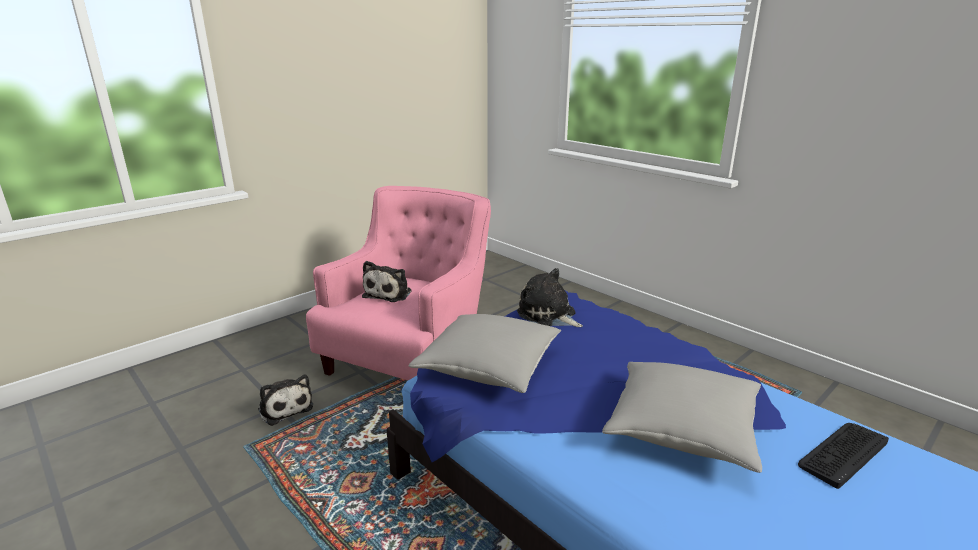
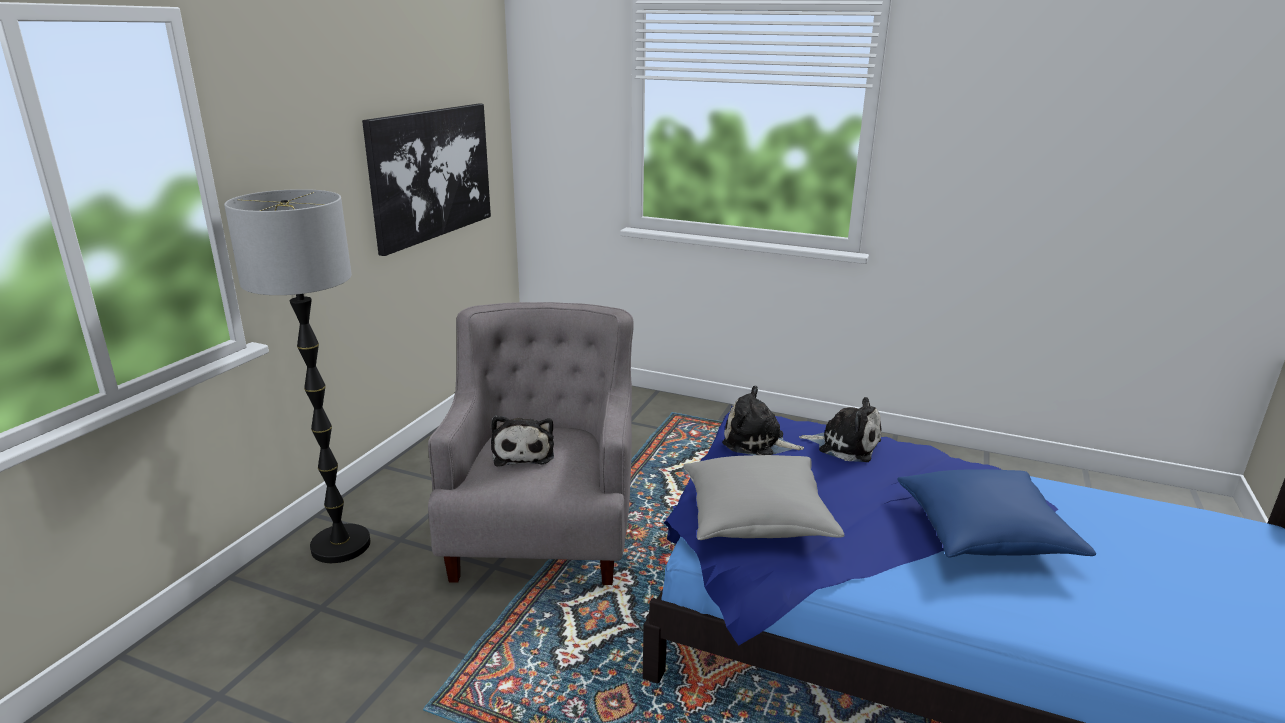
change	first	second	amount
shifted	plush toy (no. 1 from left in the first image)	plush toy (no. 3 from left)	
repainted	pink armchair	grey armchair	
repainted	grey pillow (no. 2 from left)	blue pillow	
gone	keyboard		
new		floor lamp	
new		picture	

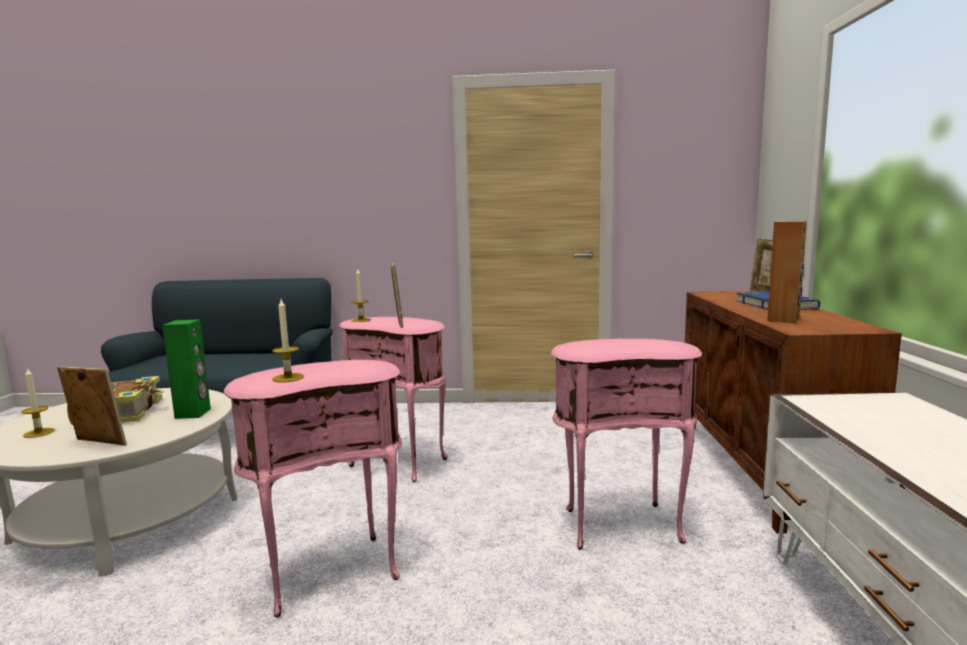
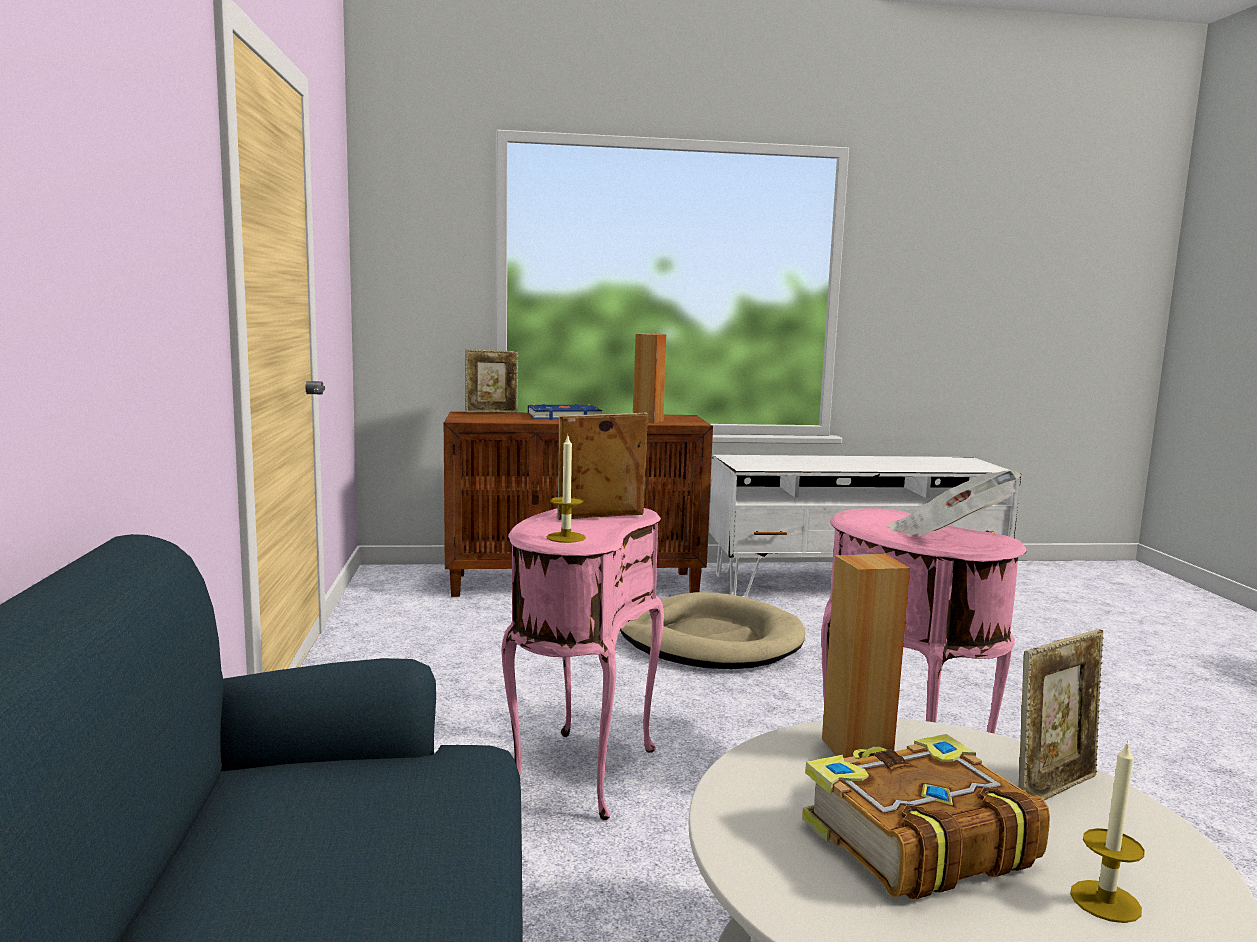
change	first	second	amount
rotated	picture frame (no. 1 from left in the first image)	picture frame (no. 3 from left)	135 degrees counterclockwise
repainted	green speaker	brown speaker (no. 2 from left)	
swapped	candle (no. 2 from left)	newspaper	
swapped	pink side table (no. 3 from left)	beige dog bed	

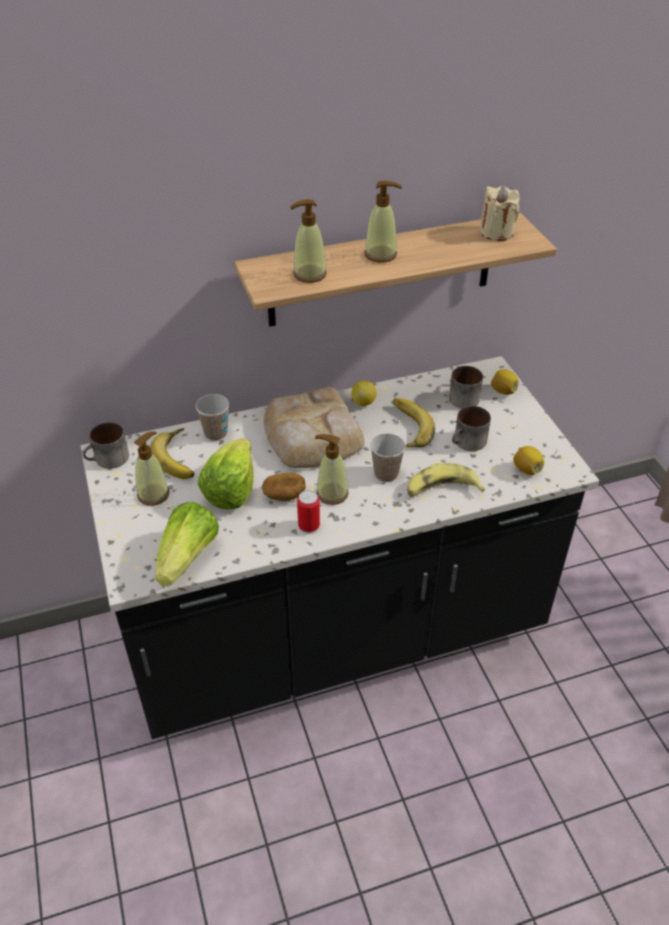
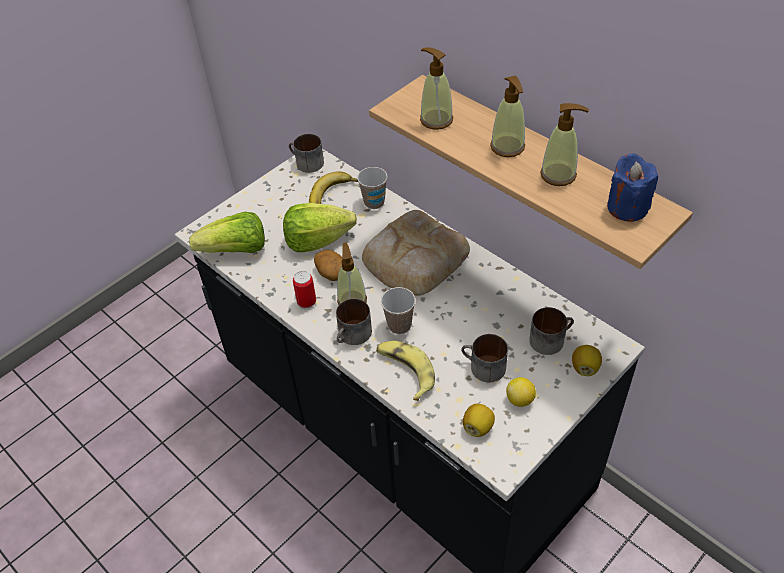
change	first	second	amount
shifted	soap dispenser (no. 1 from left in the first image)	soap dispenser (no. 4 from left)	
shifted	lemon (no. 1 from left in the first image)	lemon (no. 2 from left)	
gone	banana (no. 2 from left)		
repainted	beige candle	blue candle	
new		mug (no. 2 from left)	

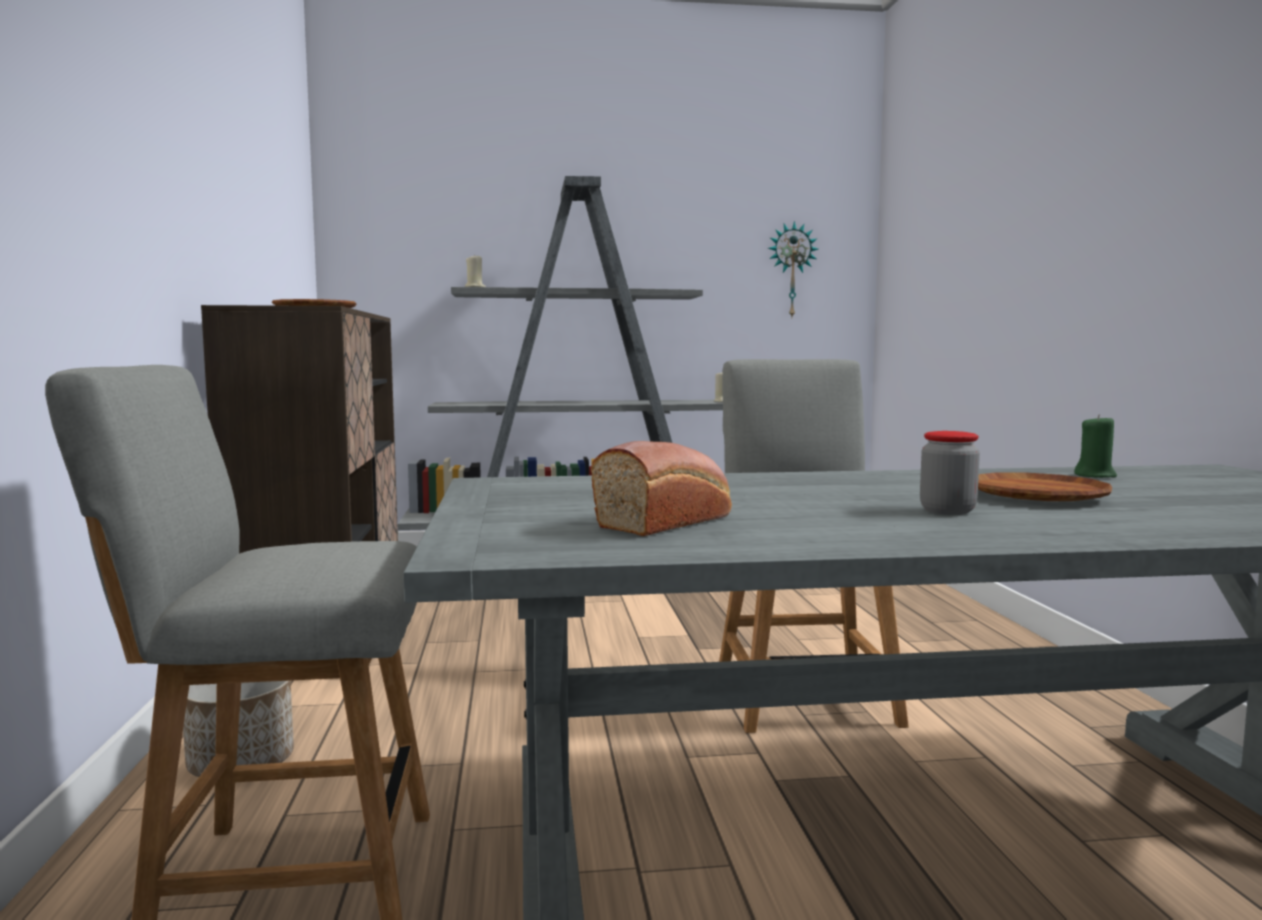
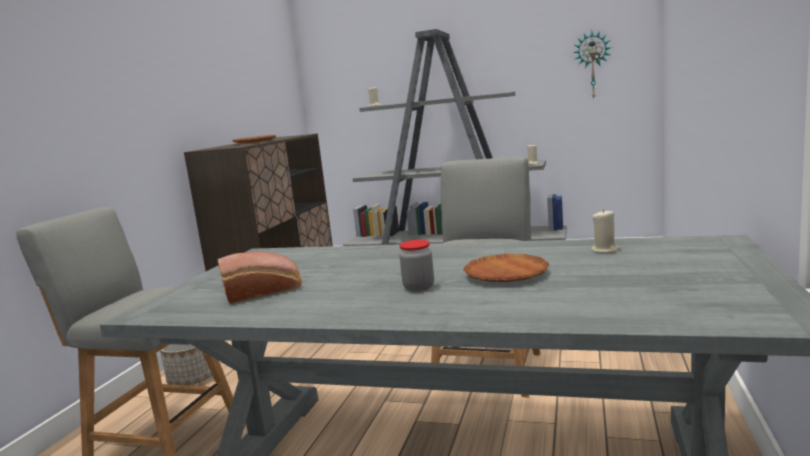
change	first	second	amount
repainted	green candle	beige candle (no. 3 from left)	

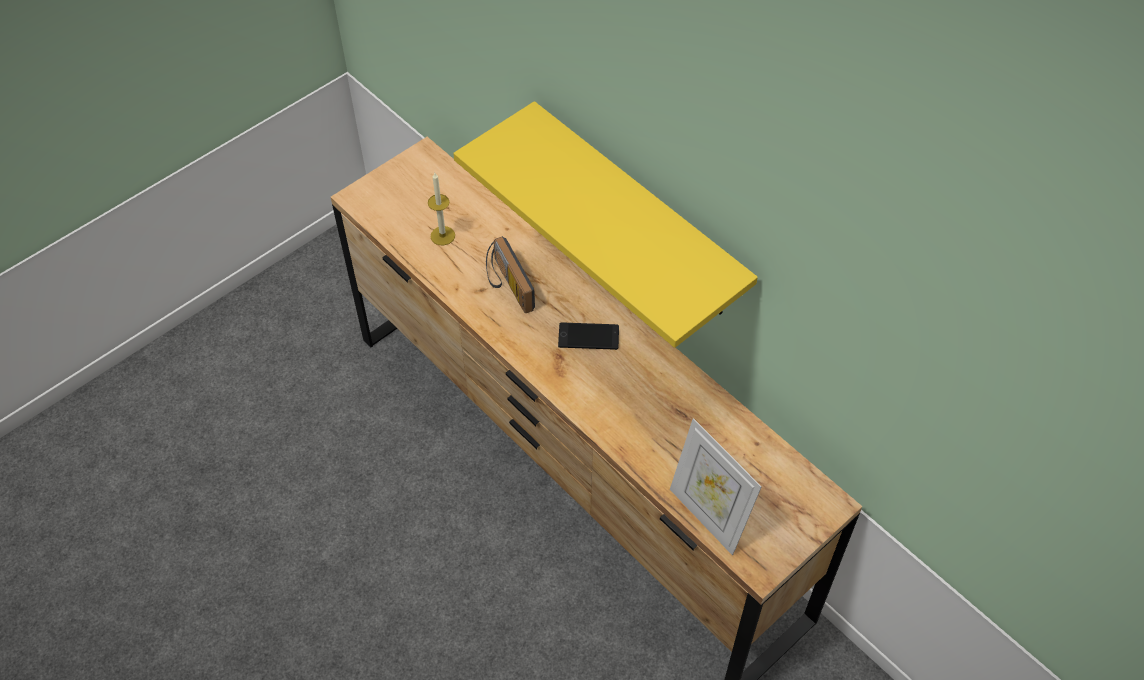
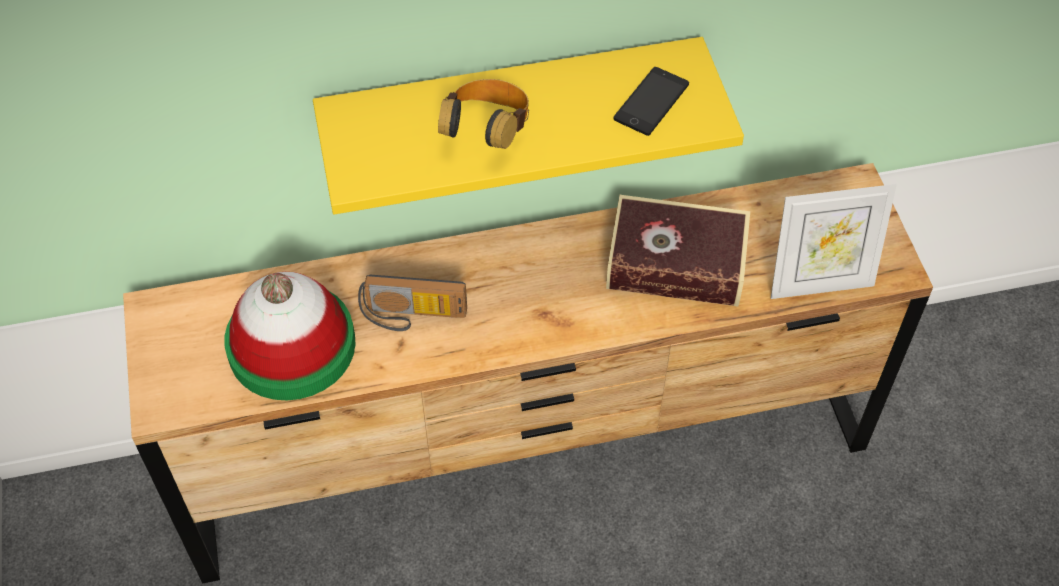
change	first	second	amount
swapped	candle	hat	
shifted	phone		
new		headphones	
new		book	

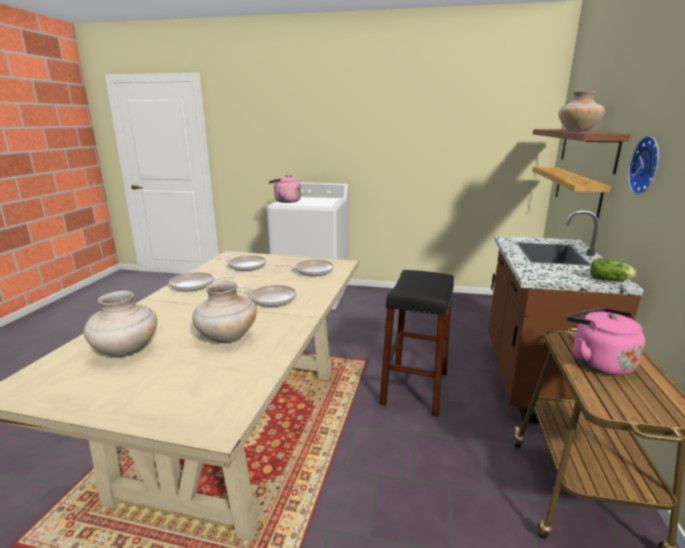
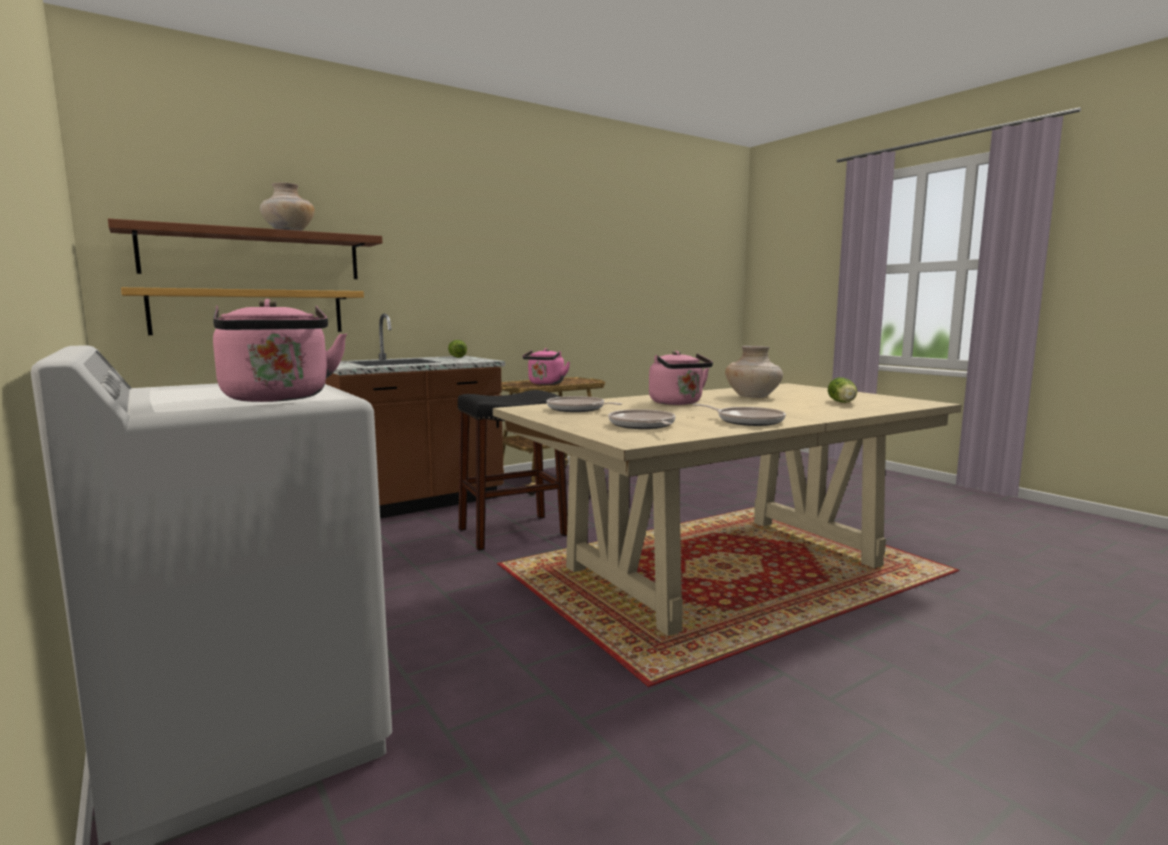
change	first	second	amount
swapped	beige vase (no. 1 from left)	lettuce (no. 2 from left)	
swapped	frying pan (no. 3 from left)	pink kettle (no. 3 from left)	
gone	wall clock		

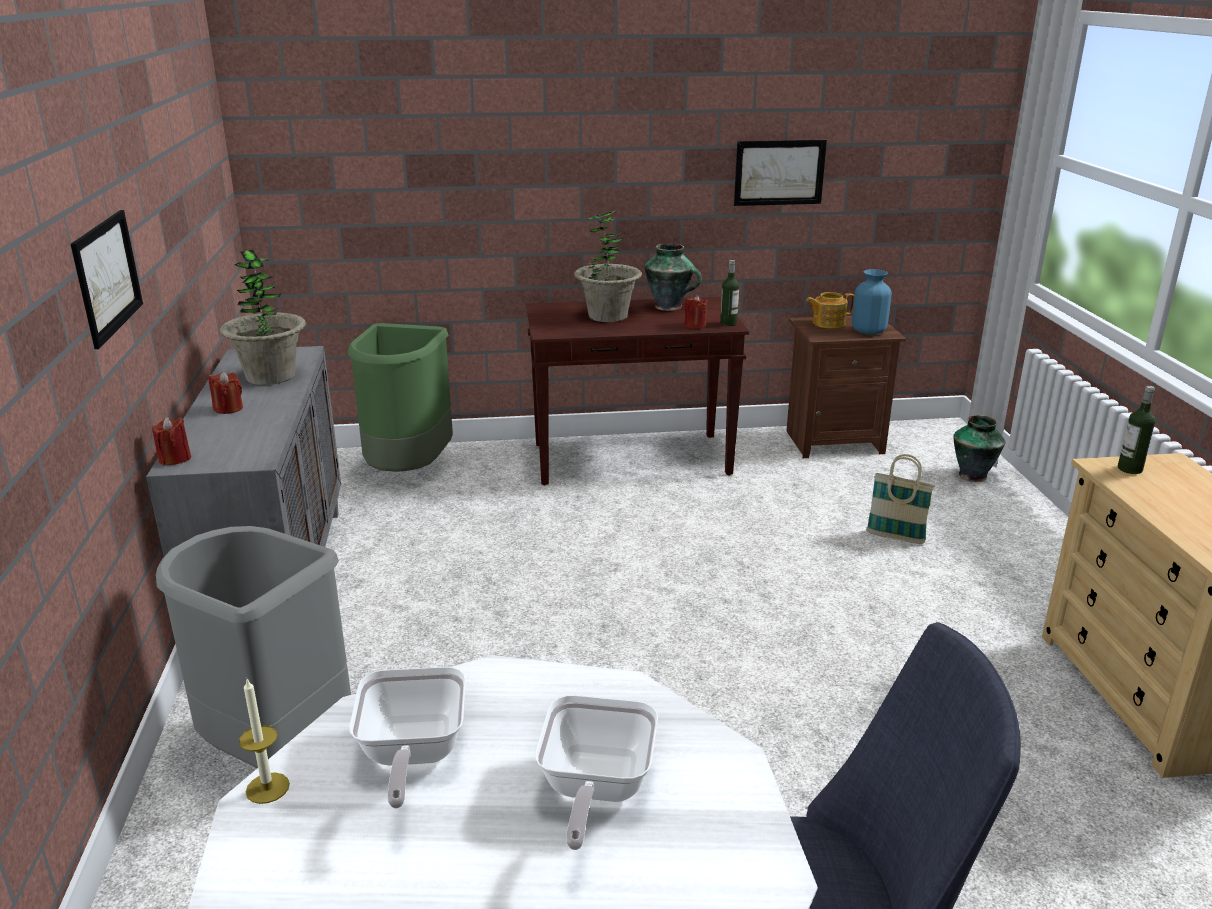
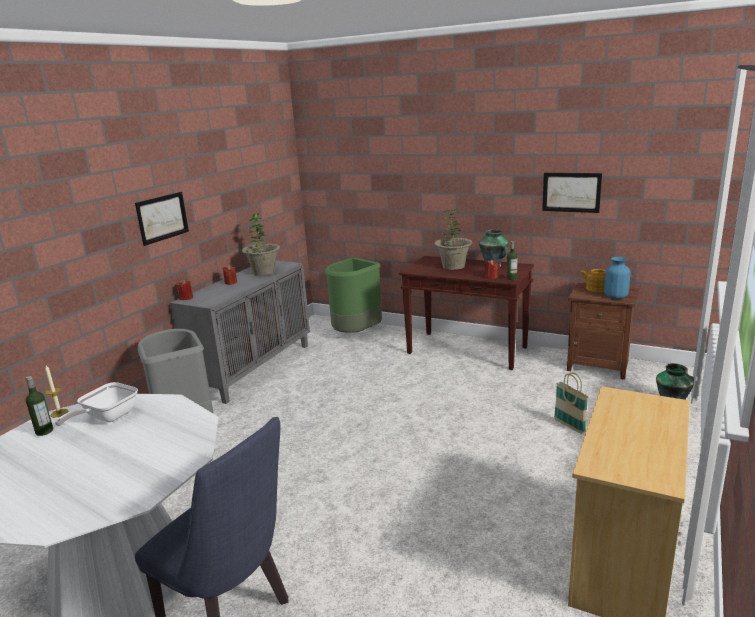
change	first	second	amount
gone	frying pan (no. 2 from left)		
shifted	bottle (no. 2 from left in the first image)	bottle (no. 1 from left)	

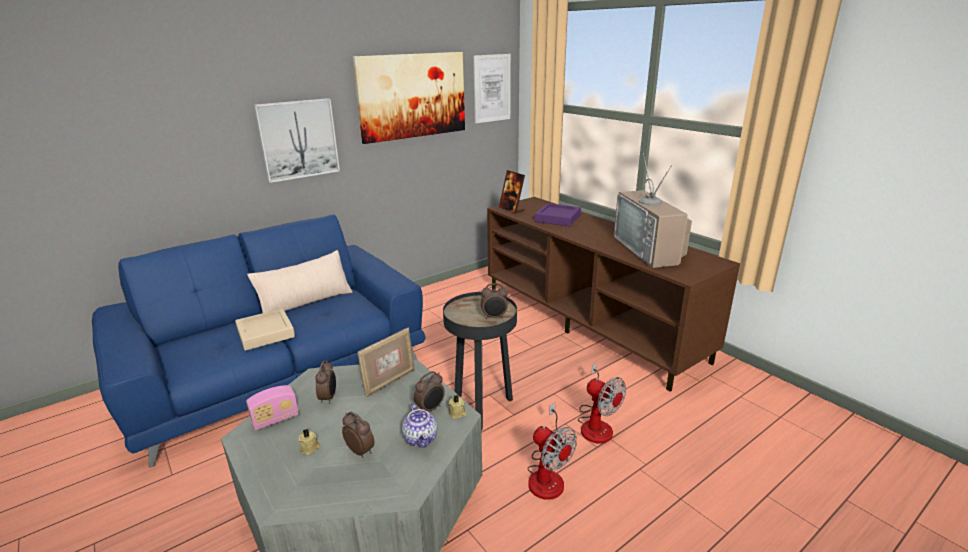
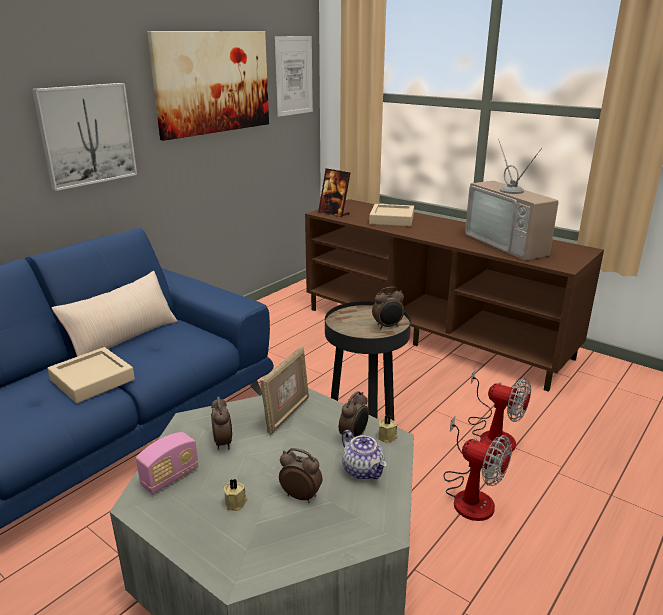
change	first	second	amount
repainted	purple tray	beige tray (no. 2 from left)	

